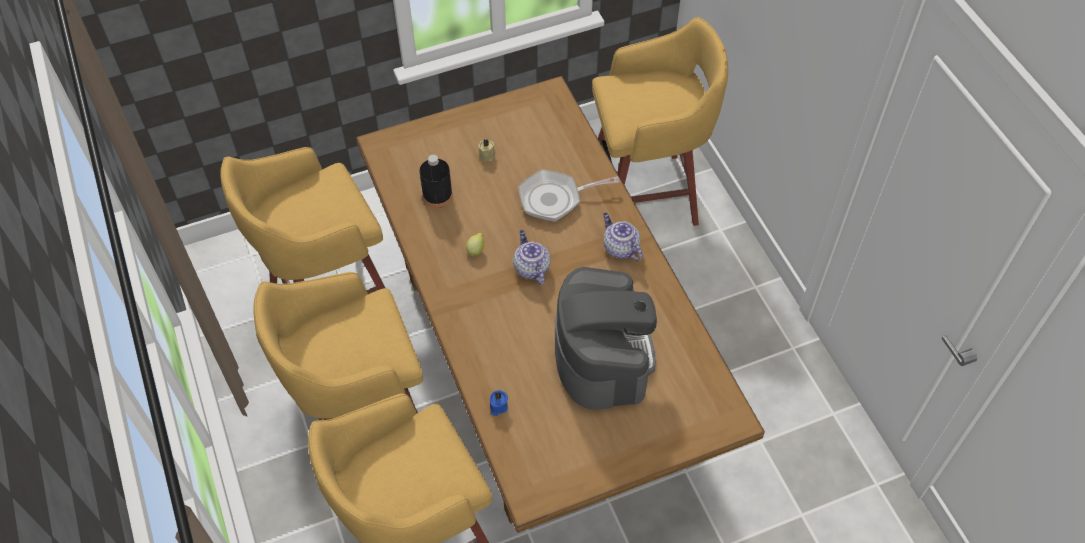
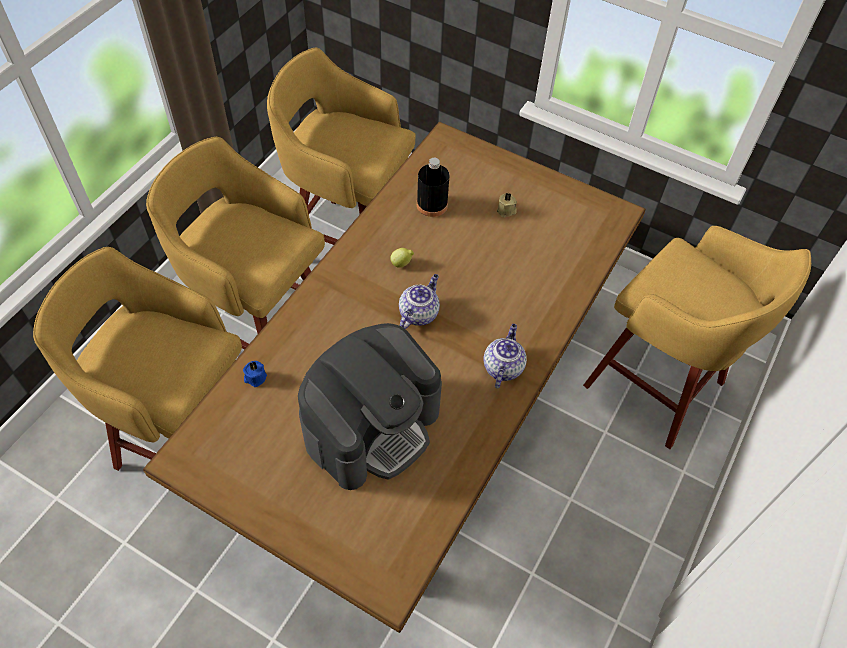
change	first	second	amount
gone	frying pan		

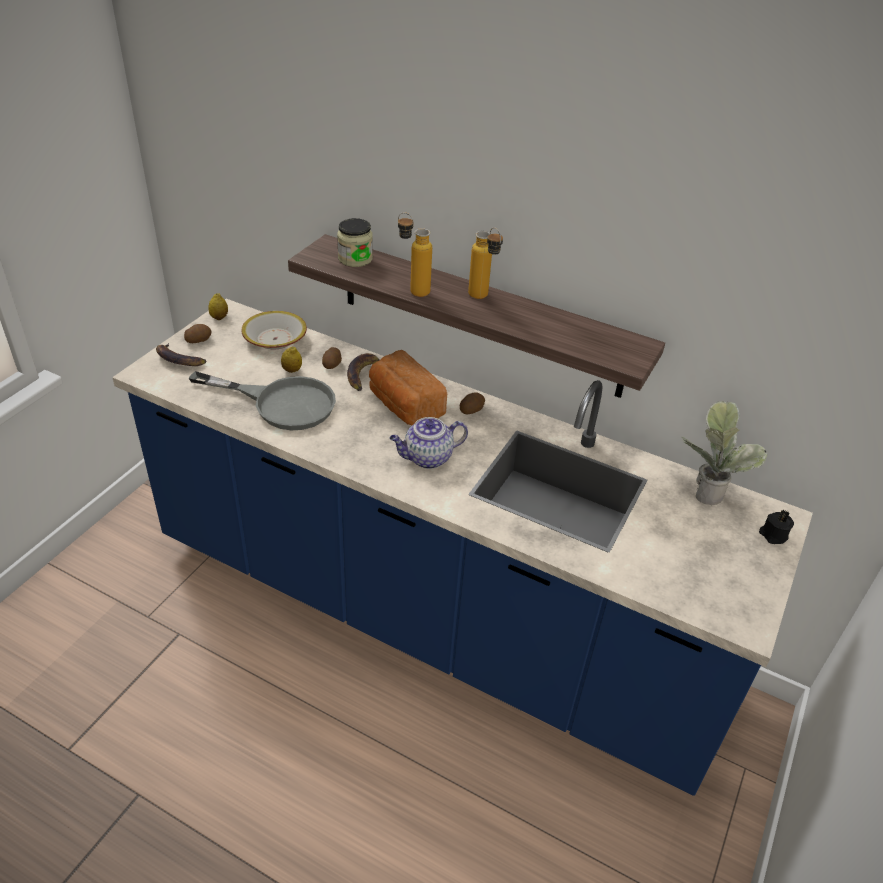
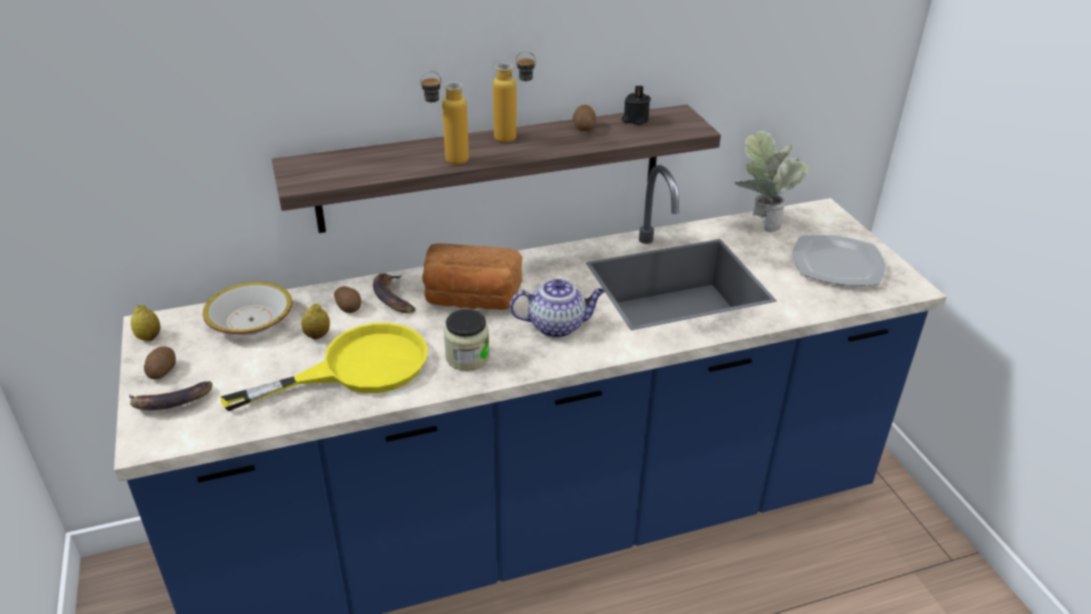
change	first	second	amount
repainted	grey frying pan	yellow frying pan	
shifted	jar		
rotated	teapot		120 degrees counterclockwise
shifted	potato (no. 3 from left)		
shifted	black candle		
new		plate	

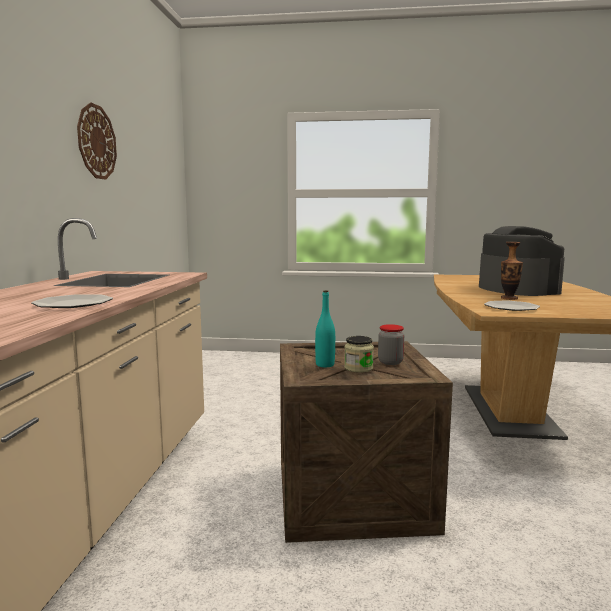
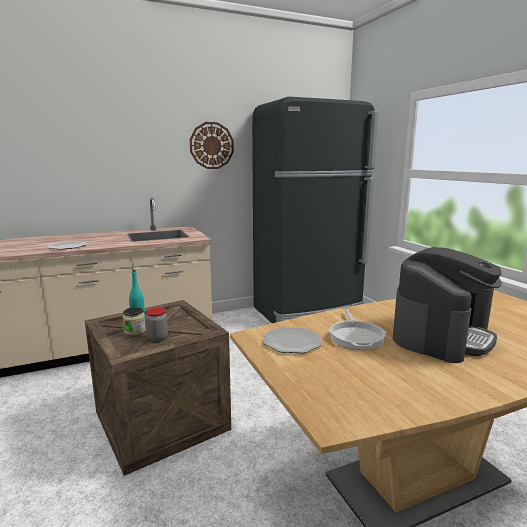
change	first	second	amount
swapped	vase	frying pan	
new		black fridge	

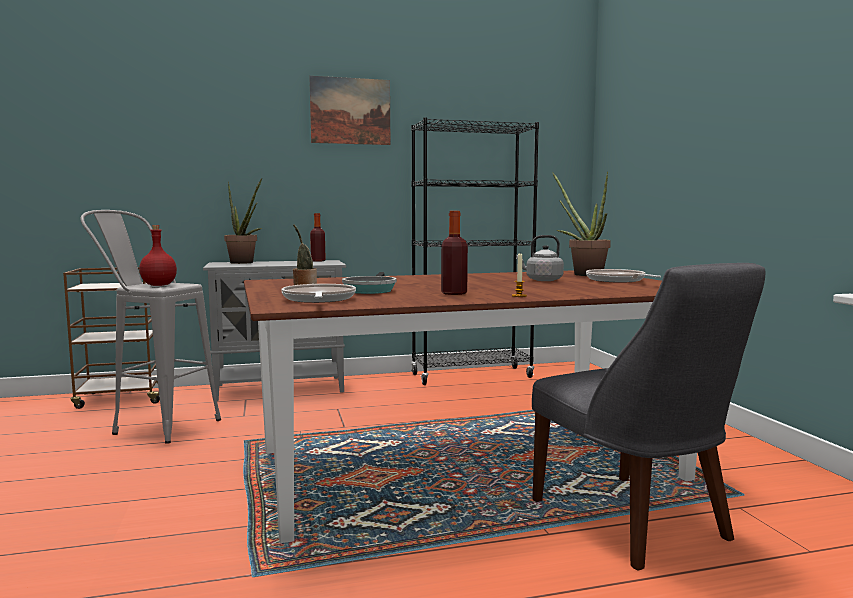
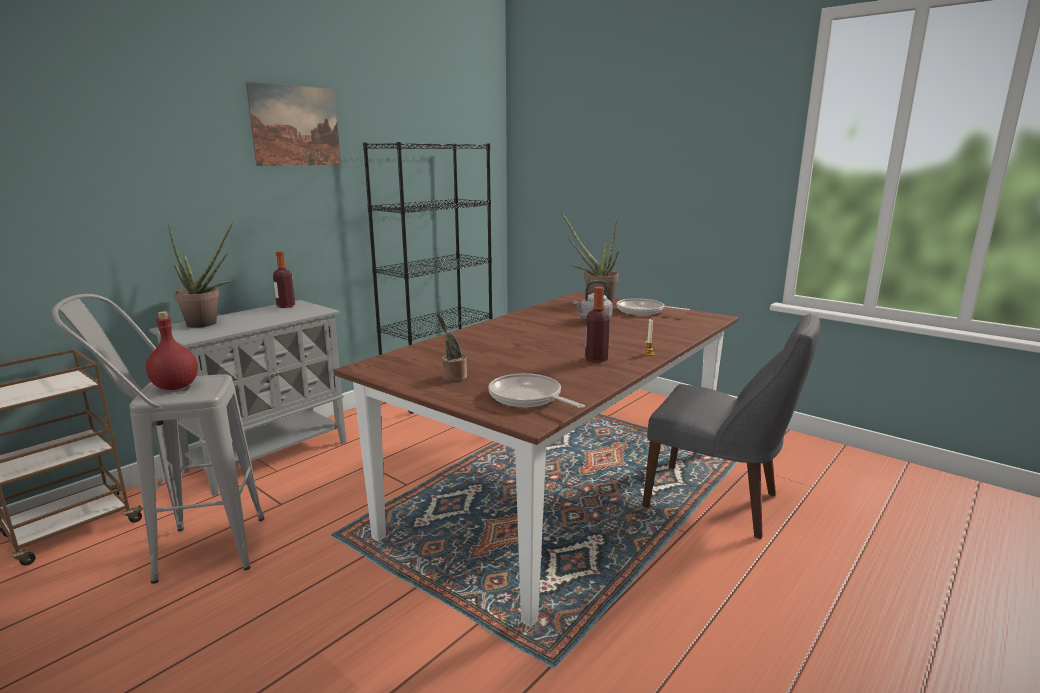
change	first	second	amount
gone	frying pan (no. 2 from left)		

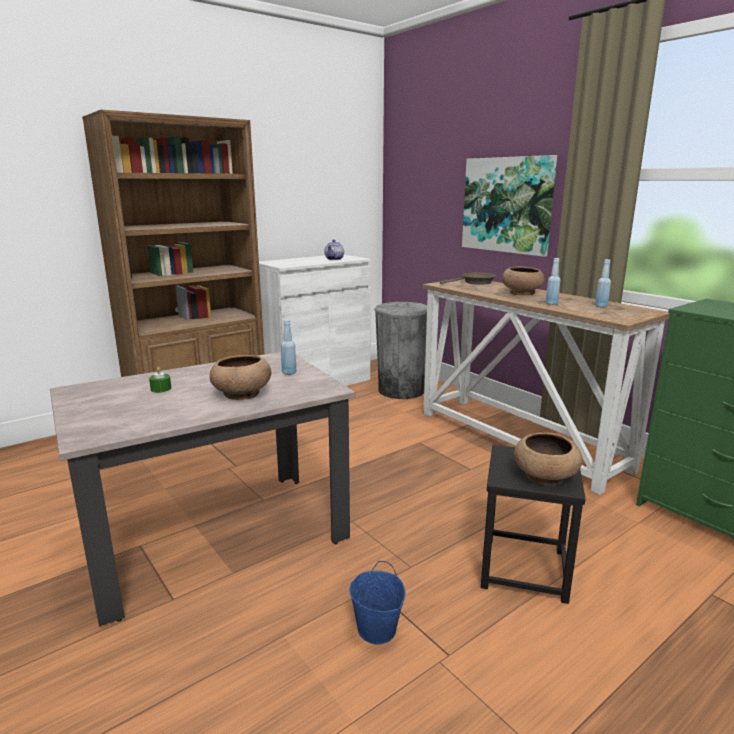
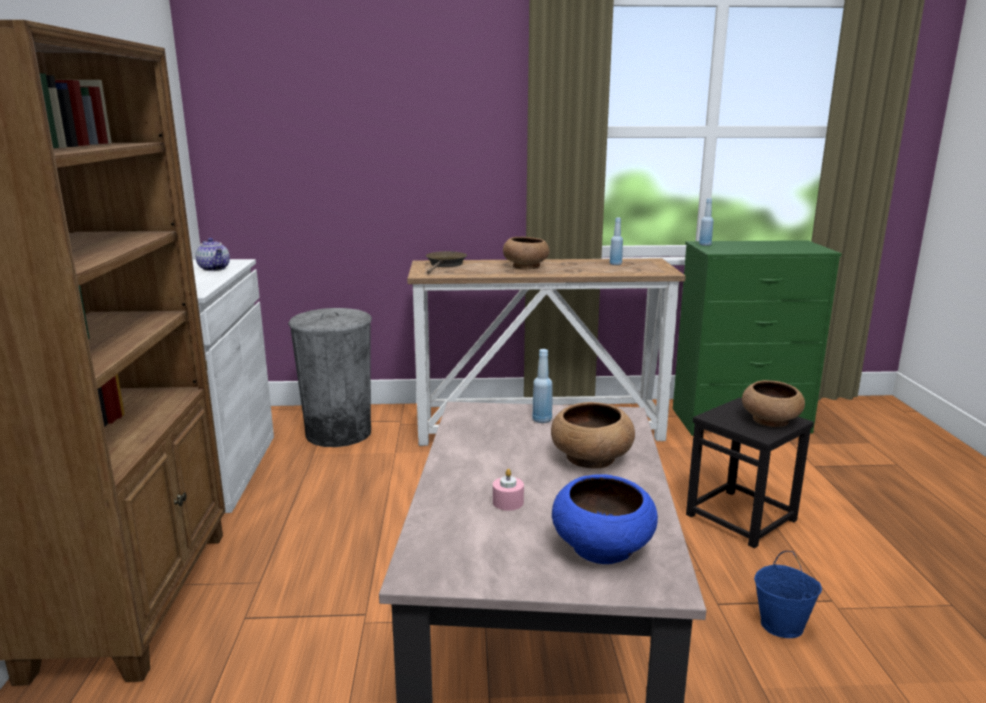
change	first	second	amount
repainted	green candle	pink candle	
gone	picture		
shifted	blue bottle (no. 2 from left in the first image)	blue bottle (no. 3 from left)	
new		blue bowl	

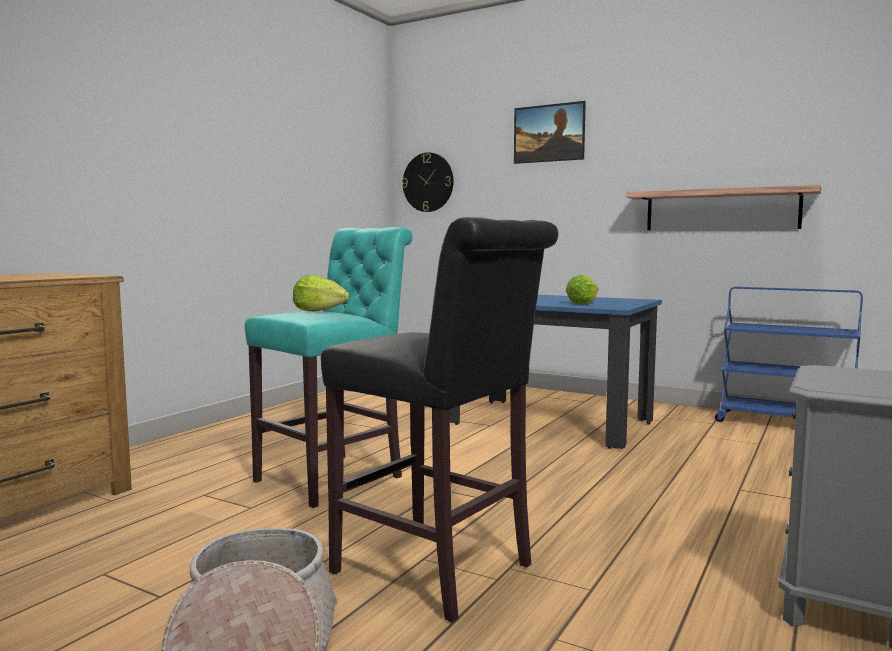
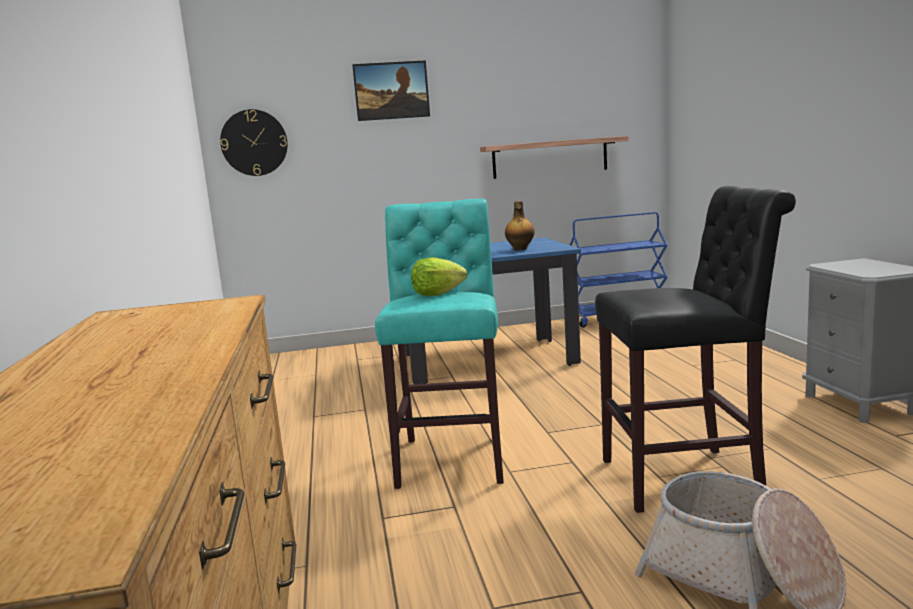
change	first	second	amount
swapped	lettuce (no. 2 from left)	bottle	

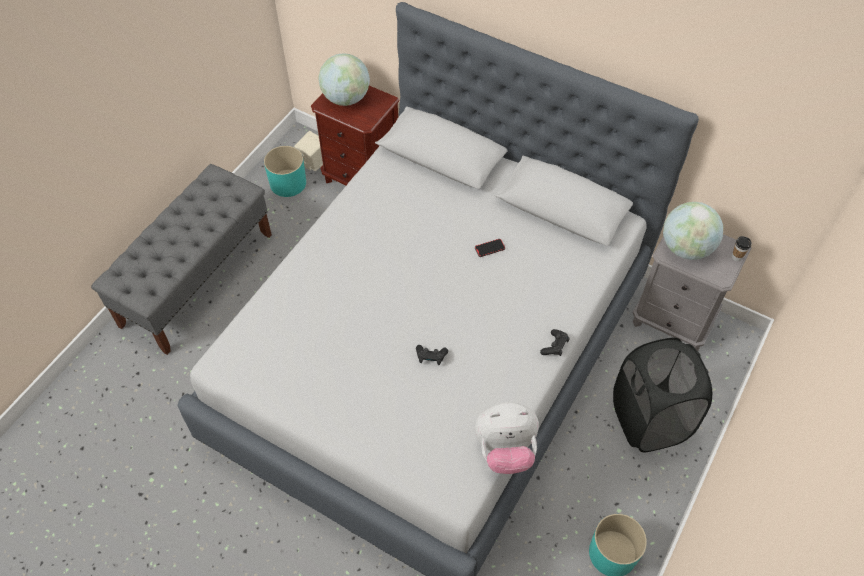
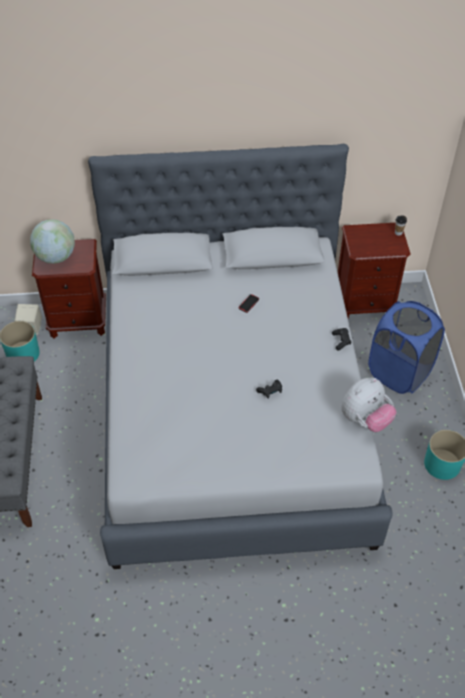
change	first	second	amount
repainted	black laundry basket	blue laundry basket	
repainted	grey nightstand	brown nightstand (no. 2 from left)	
gone	globe (no. 2 from left)		

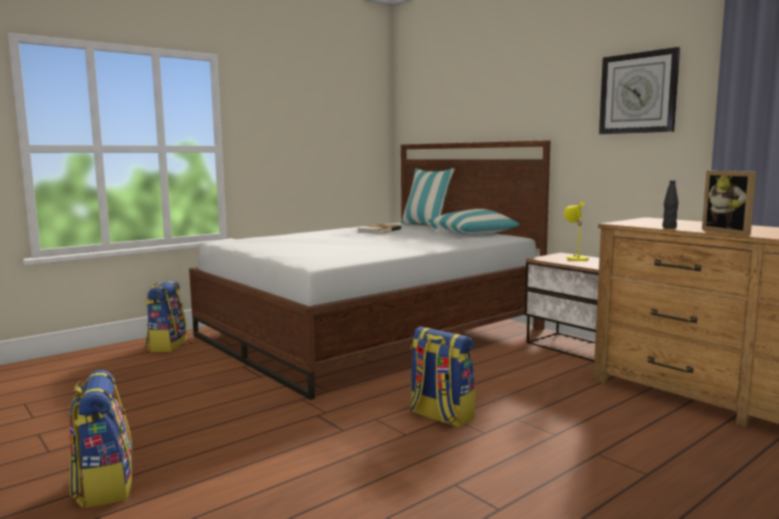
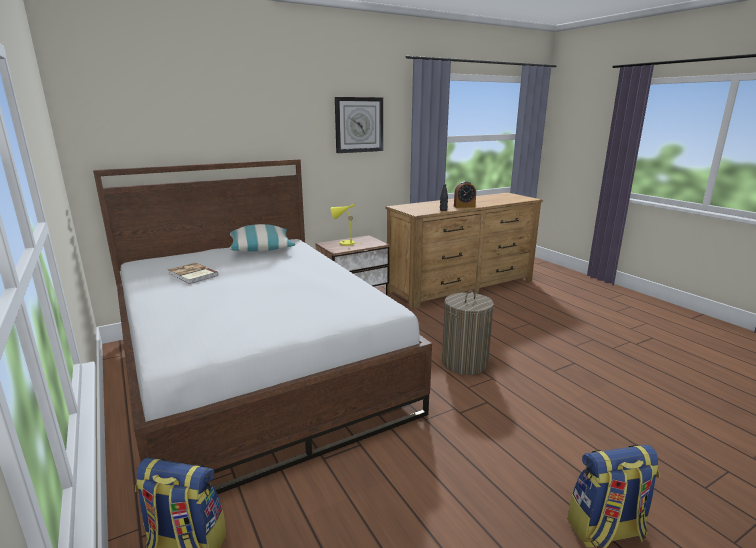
change	first	second	amount
gone	pillow (no. 1 from left)		
swapped	backpack (no. 3 from left)	laundry basket	
swapped	picture frame	alarm clock	

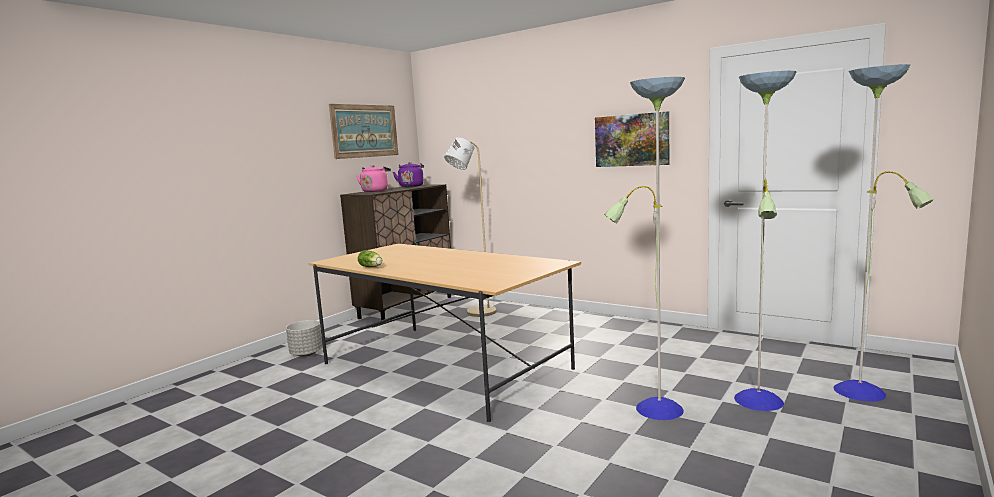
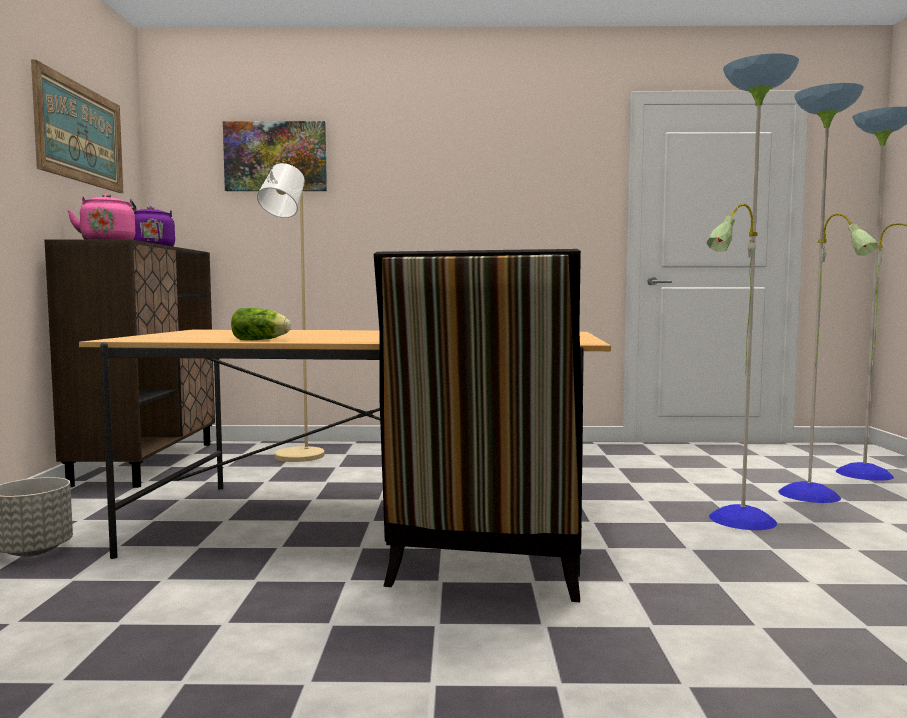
change	first	second	amount
shifted	picture (no. 2 from left)		
new		chair	

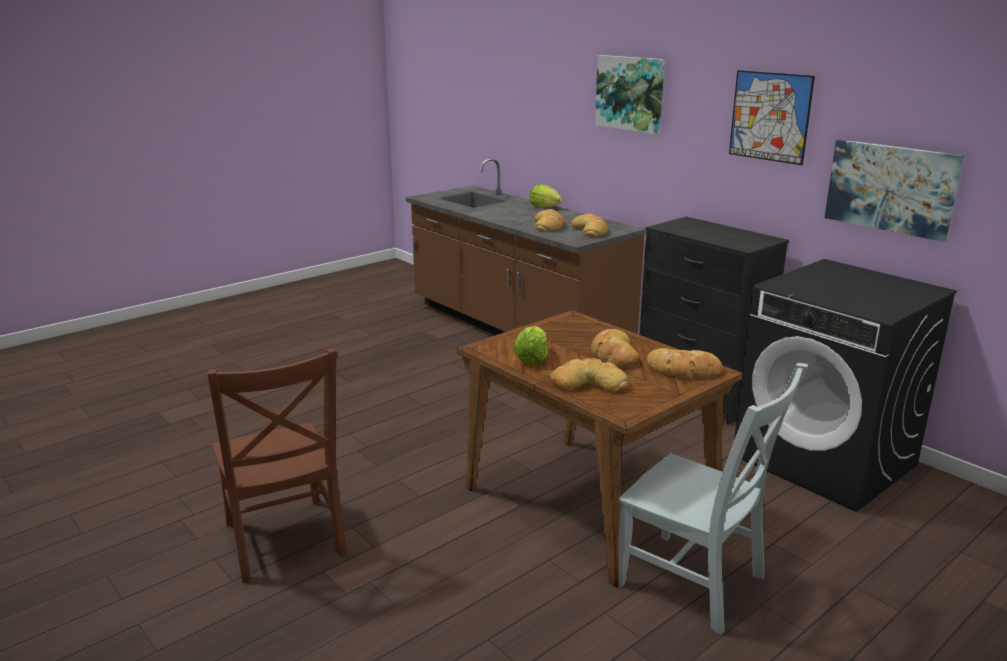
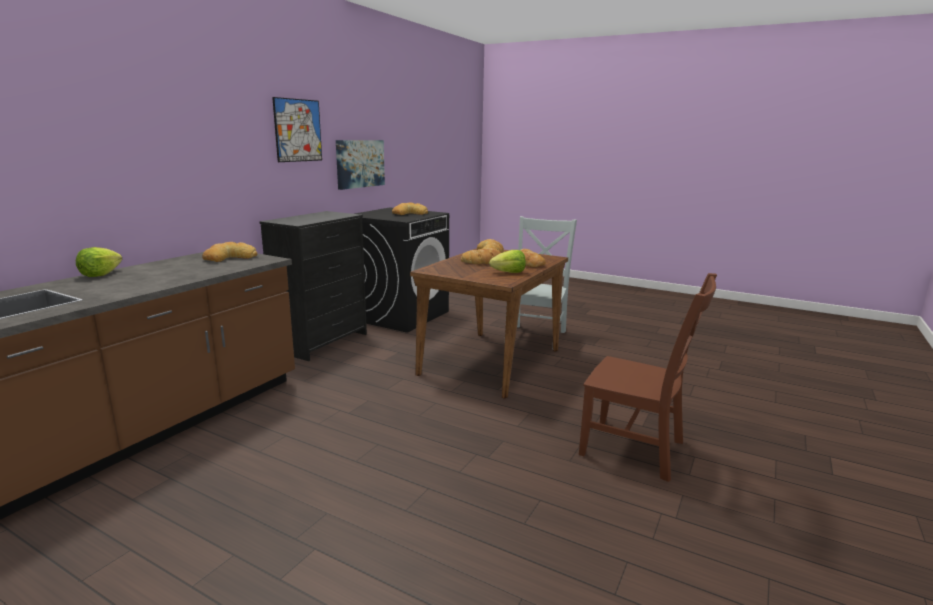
change	first	second	amount
rotated	brown chair		75 degrees clockwise
shifted	bread (no. 1 from left in the first image)	bread (no. 2 from left)	
gone	picture (no. 1 from left)		

